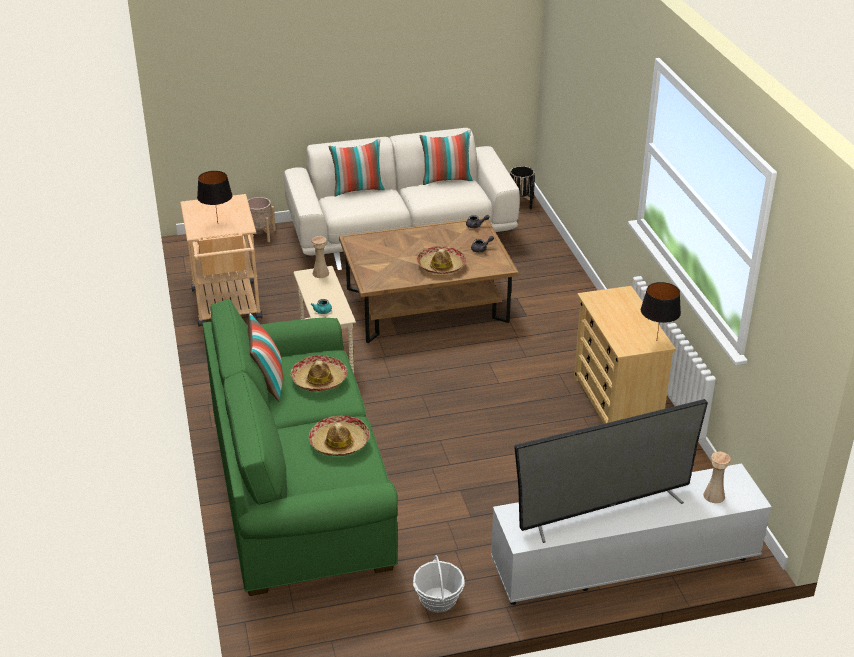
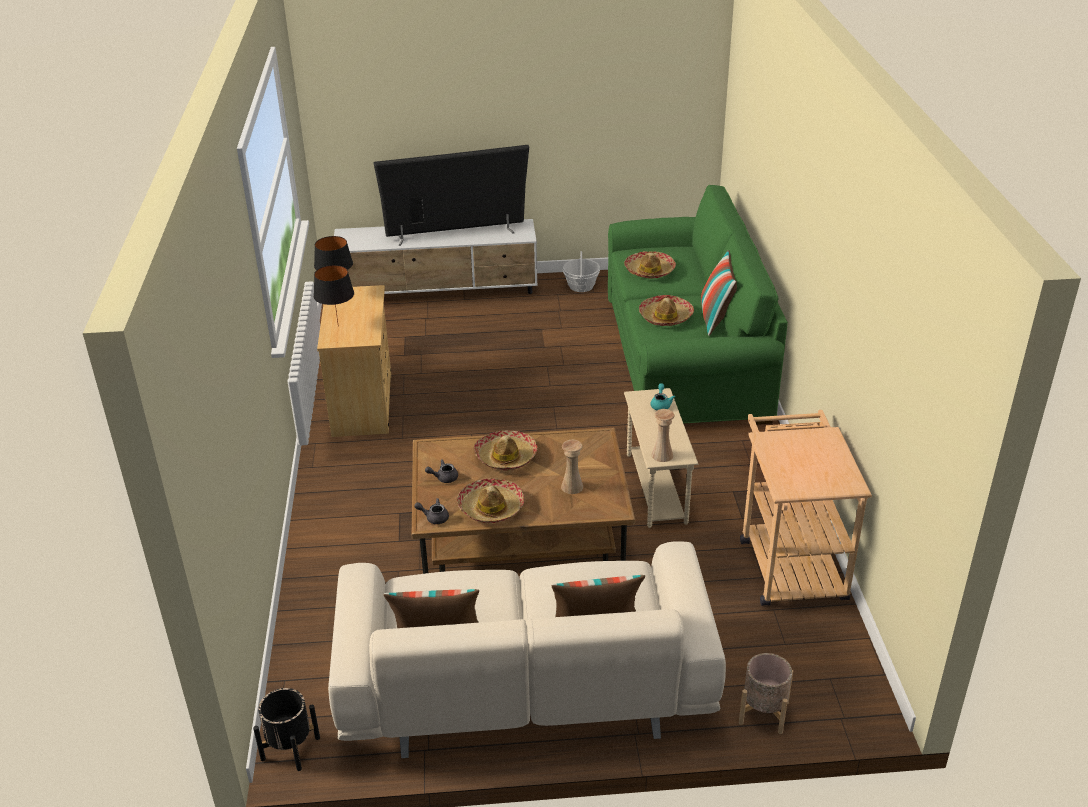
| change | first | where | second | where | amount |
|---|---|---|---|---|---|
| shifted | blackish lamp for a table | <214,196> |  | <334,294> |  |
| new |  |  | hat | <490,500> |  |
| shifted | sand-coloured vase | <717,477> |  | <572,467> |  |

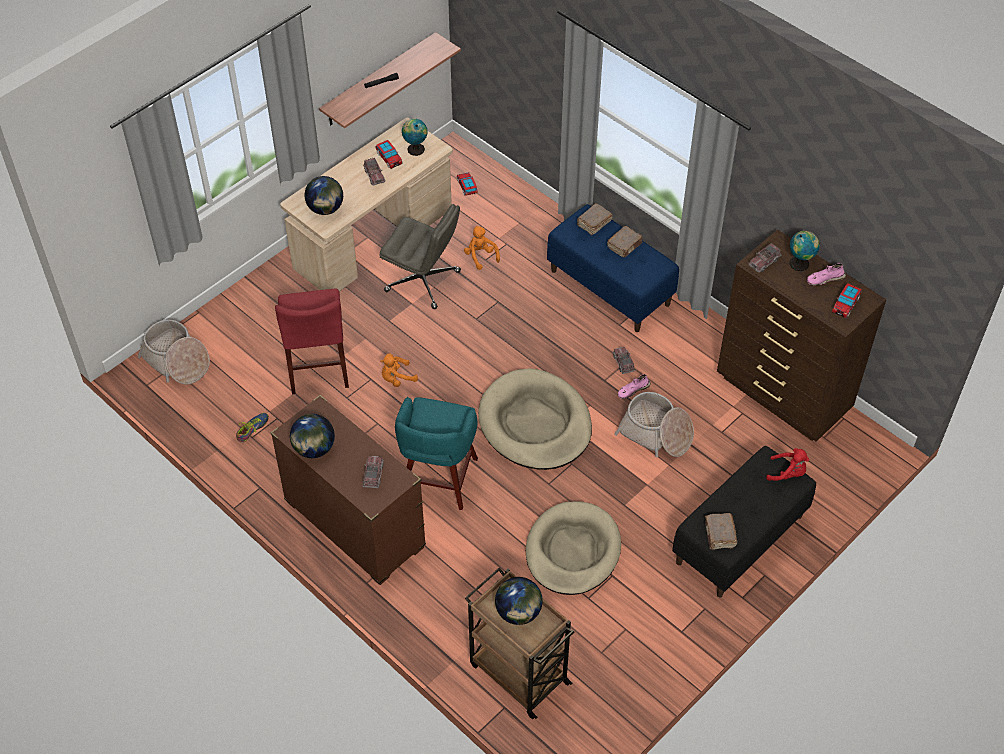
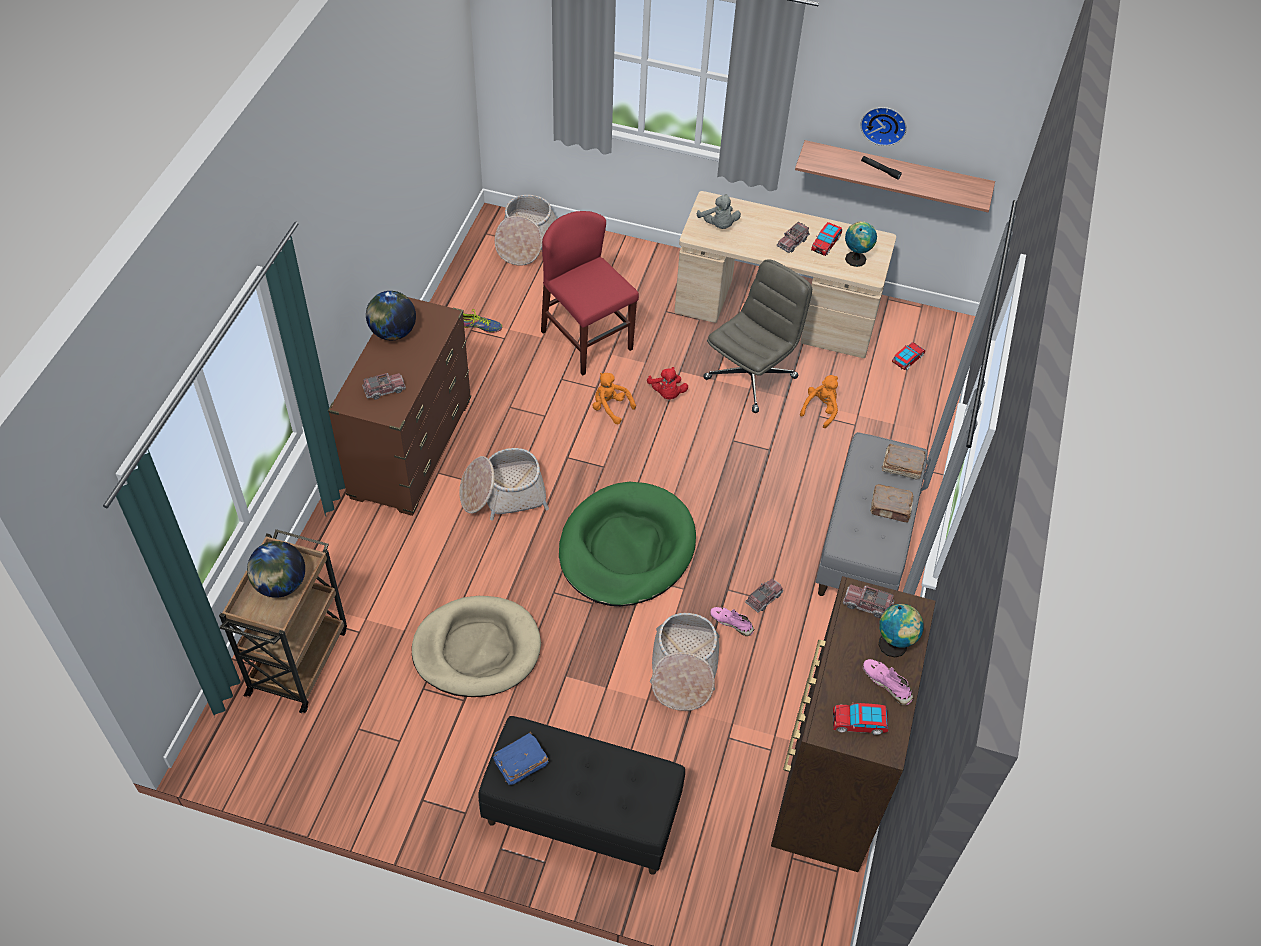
| change | first | where | second | where | amount |
|---|---|---|---|---|---|
| swapped | turquoise-coloured stool | <436,453> | storage basket | <504,484> |  |
| repainted | brownish bound book | <721,531> | blue bound book | <520,758> |  |
| rotated | reddish plain chair | <312,341> |  | <590,293> | 90 degrees clockwise |
| repainted | sand-coloured pet bed | <535,419> | greenish pet bed | <627,544> |  |
| shifted | reddish cuddly toy | <787,464> |  | <667,383> |  |
| swapped | desk globe | <323,195> | greyish cuddly toy | <719,211> |  |
| rotated | greyish office chair | <420,256> |  | <757,336> | 135 degrees counterclockwise |
| repainted | blue indoor bench | <613,268> | greyish indoor bench | <872,514> |  |
| new |  |  | wall clock | <884,126> |  |

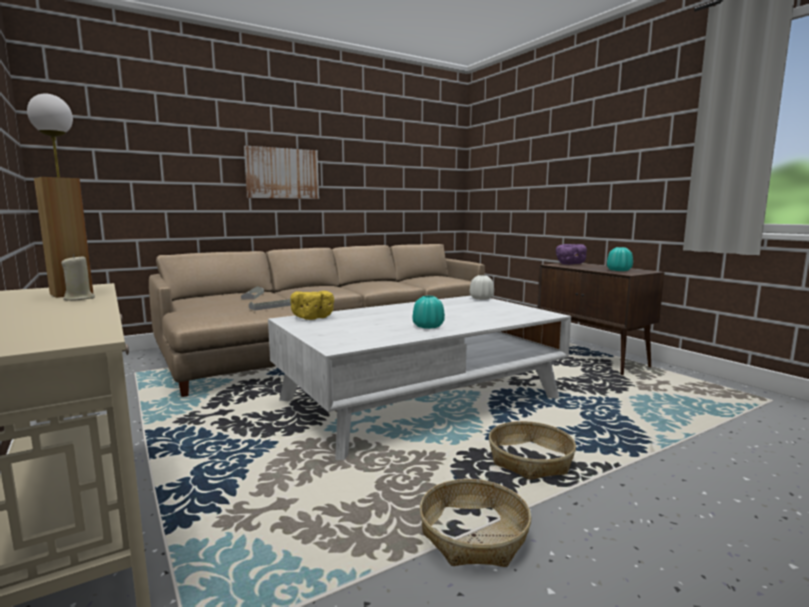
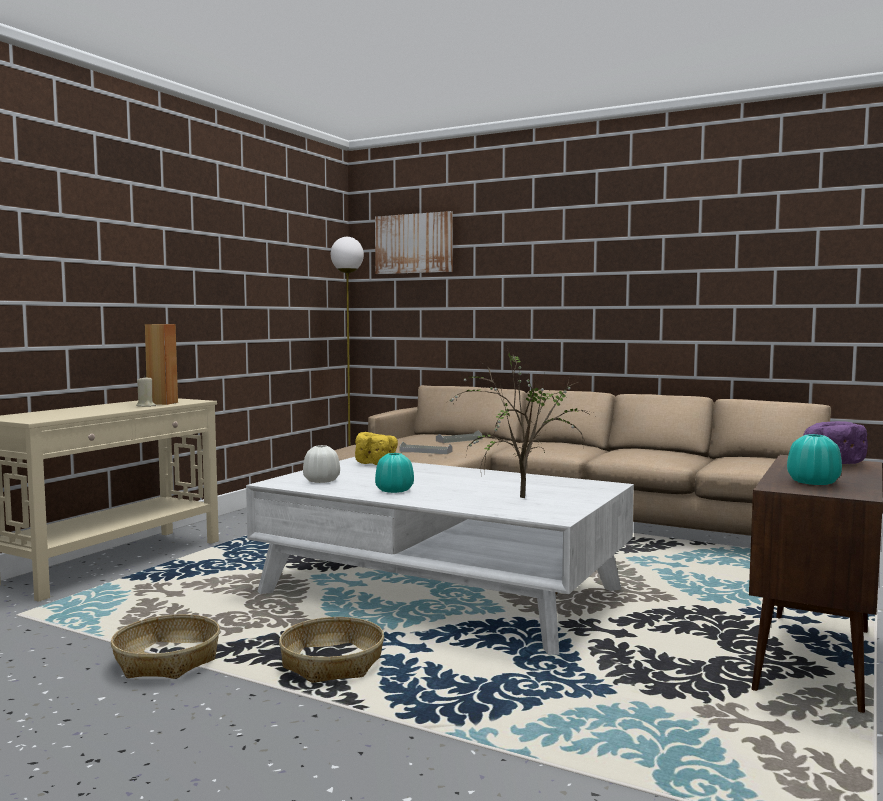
| change | first | where | second | where | amount |
|---|---|---|---|---|---|
| shifted | white-coloured vase | <482,287> |  | <321,464> |  |
| shifted | wall art | <281,172> |  | <414,242> |  |
| new |  |  | potted plant | <521,423> |  |

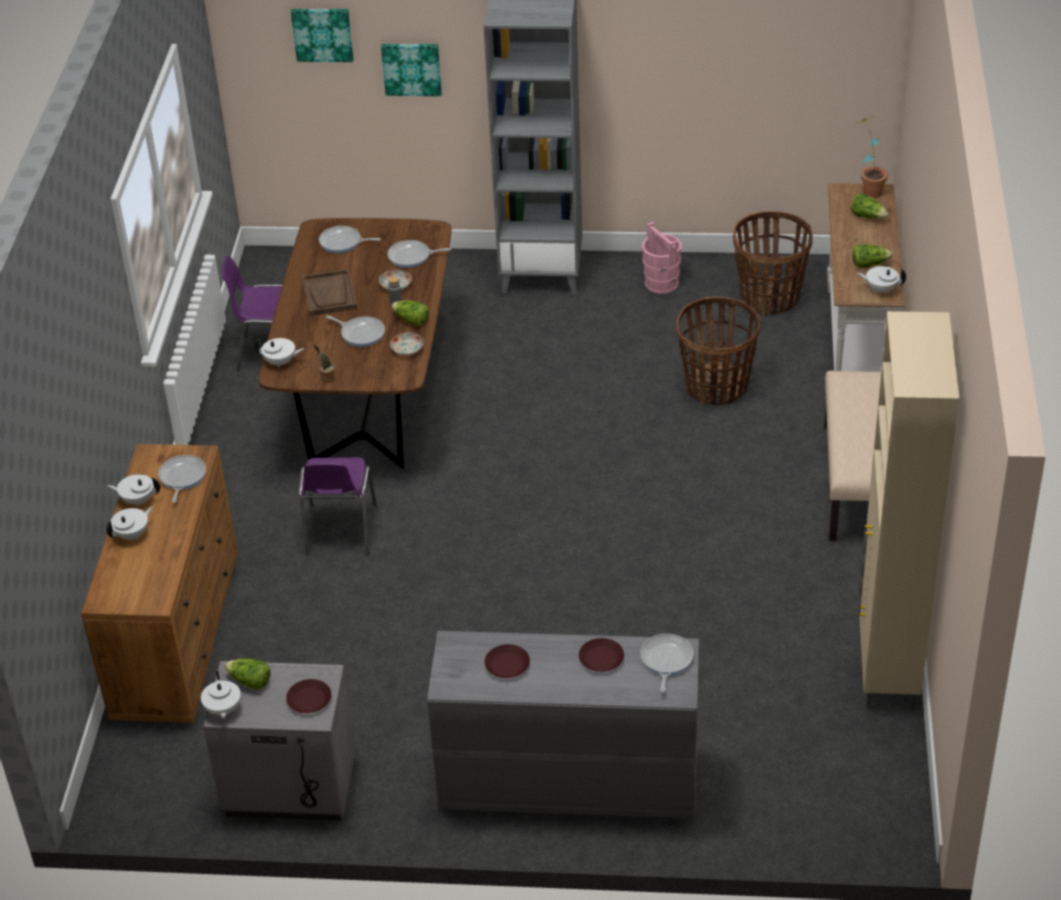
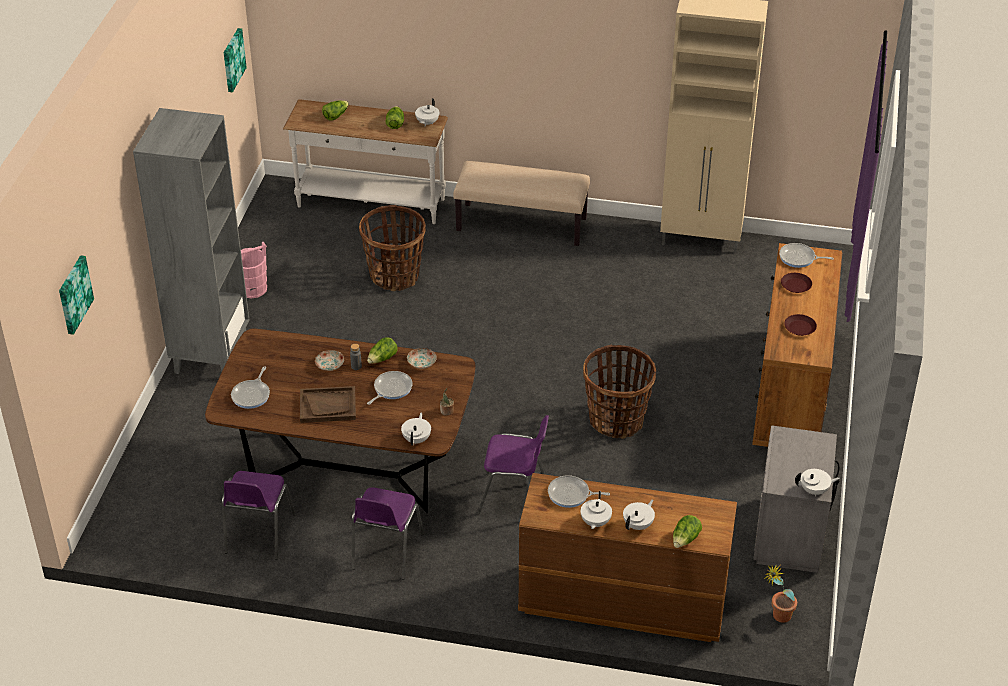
| change | first | where | second | where | amount |
|---|---|---|---|---|---|
| shifted | wall art | <411,70> |  | <235,60> |  |
| new |  |  | purplish plain chair | <388,533> |  |
| shifted | storage basket | <773,263> |  | <619,392> |  |
| rotated | white-coloured tea pot | <129,523> |  | <639,515> | 75 degrees clockwise |
| shifted | lettuce | <247,674> |  | <687,531> |  |
| repainted | greyish chest of drawers | <563,724> | brownish chest of drawers | <797,345> |  |
| shifted | potted plant | <873,157> |  | <780,593> |  |
| gone | brownish plate | <308,696> |  |  |  |
| gone | skillet | <419,254> |  |  |  |

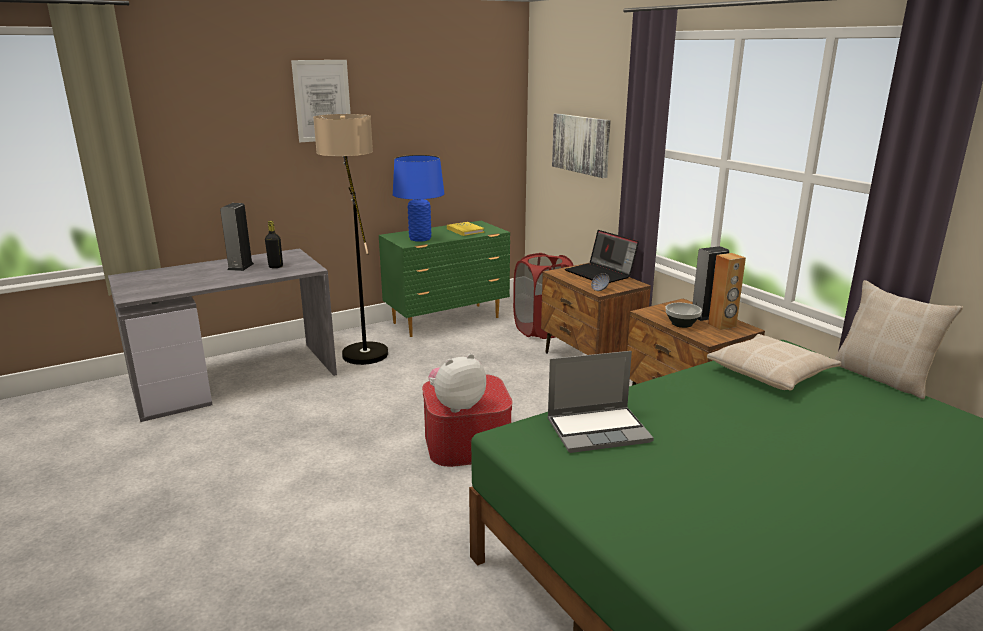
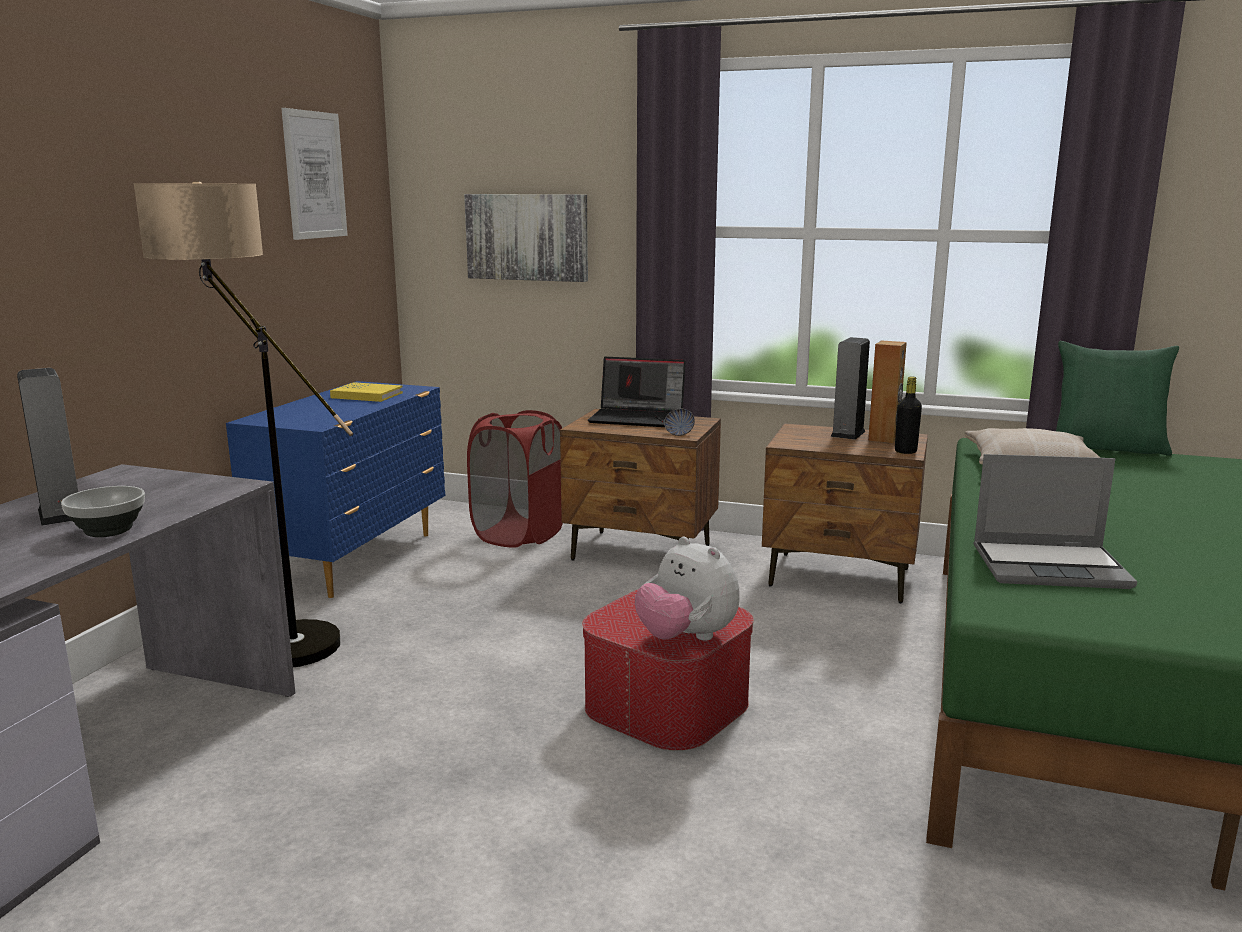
| change | first | where | second | where | amount |
|---|---|---|---|---|---|
| shifted | serving bowl | <684,315> |  | <103,511> |  |
| repainted | greenish chest of drawers | <444,279> | blue chest of drawers | <335,489> |  |
| shifted | wall art | <321,101> |  | <314,174> |  |
| rotated | cuddly toy | <457,383> |  | <687,589> | 60 degrees counterclockwise |
| shifted | blackish beverage bottle | <274,244> |  | <908,415> |  |
| rotated | laptop | <600,402> |  | <1055,521> | 60 degrees clockwise |
| repainted | sand-coloured throw pillow | <898,339> | greenish throw pillow | <1117,398> |  |
| gone | blue lamp for a table | <419,198> |  |  |  |

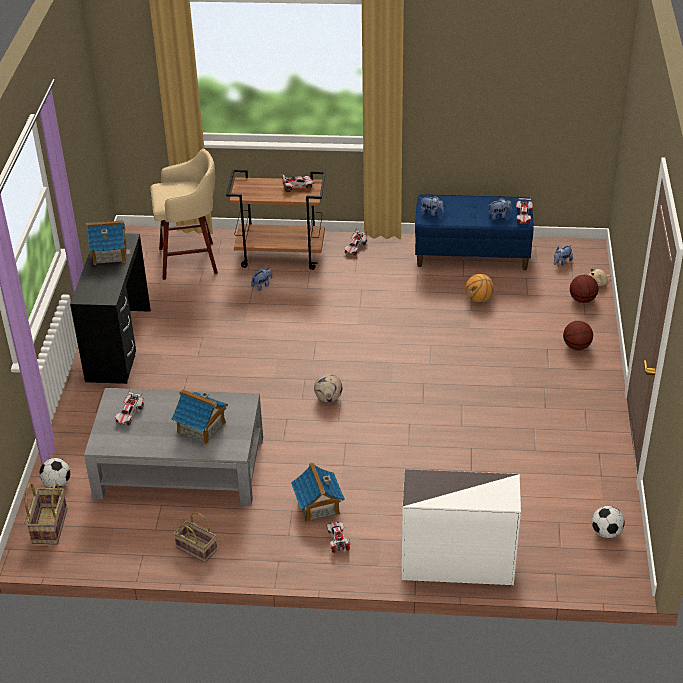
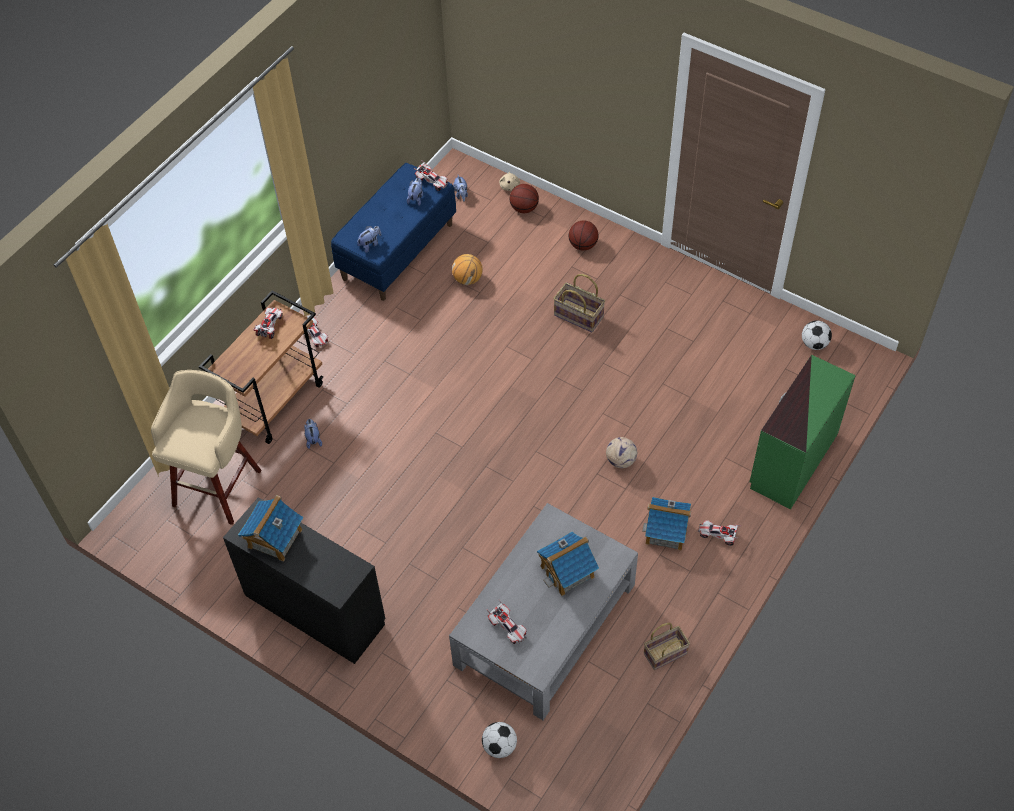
| change | first | where | second | where | amount |
|---|---|---|---|---|---|
| shifted | storage basket | <46,514> |  | <579,303> |  |
| shifted | football ball | <328,388> |  | <621,452> |  |
| repainted | white-coloured chest of drawers | <461,527> | greenish chest of drawers | <803,432> |  |

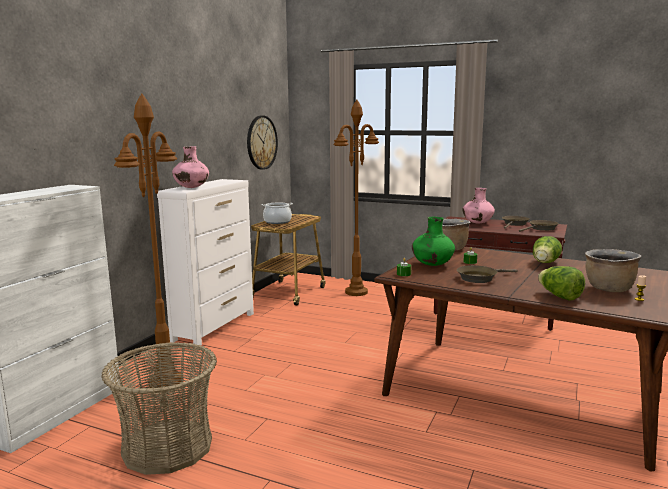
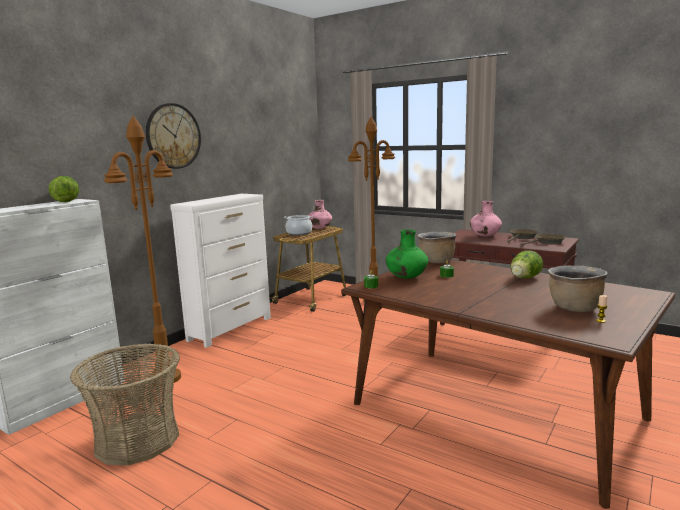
| change | first | where | second | where | amount |
|---|---|---|---|---|---|
| shifted | lettuce | <561,283> |  | <64,189> |  |
| shifted | wall clock | <262,143> |  | <173,136> |  |
| shifted | pinkish vase | <190,167> |  | <320,214> |  |
| gone | brownish skillet | <487,274> |  |  |  |

